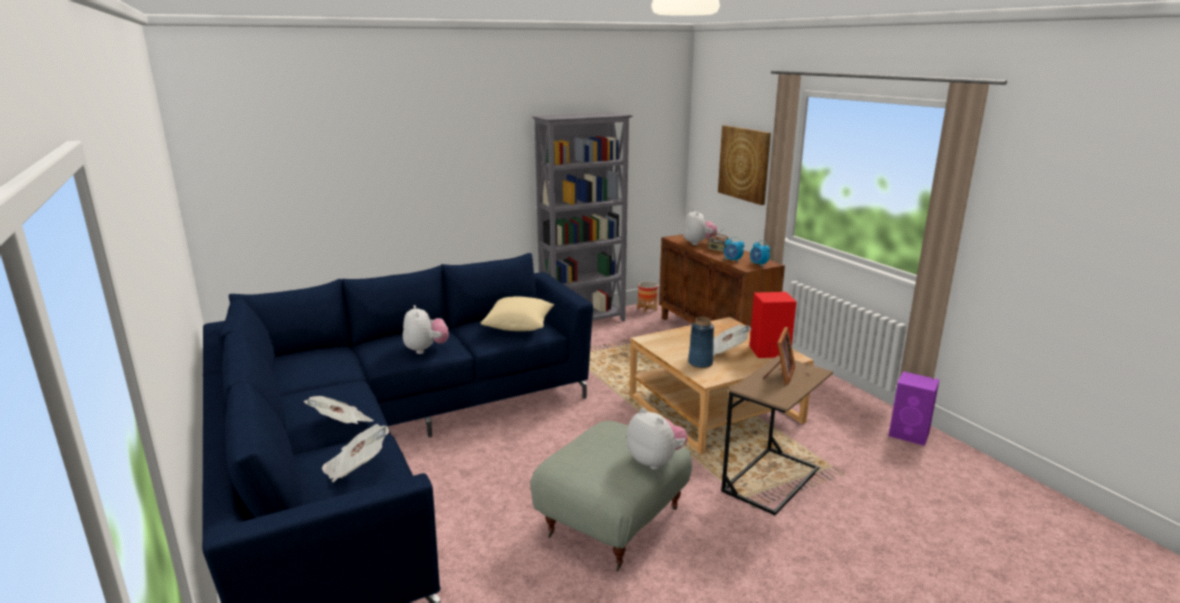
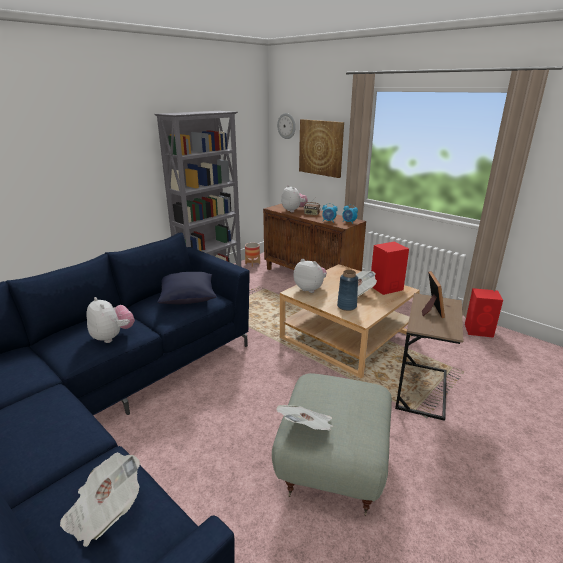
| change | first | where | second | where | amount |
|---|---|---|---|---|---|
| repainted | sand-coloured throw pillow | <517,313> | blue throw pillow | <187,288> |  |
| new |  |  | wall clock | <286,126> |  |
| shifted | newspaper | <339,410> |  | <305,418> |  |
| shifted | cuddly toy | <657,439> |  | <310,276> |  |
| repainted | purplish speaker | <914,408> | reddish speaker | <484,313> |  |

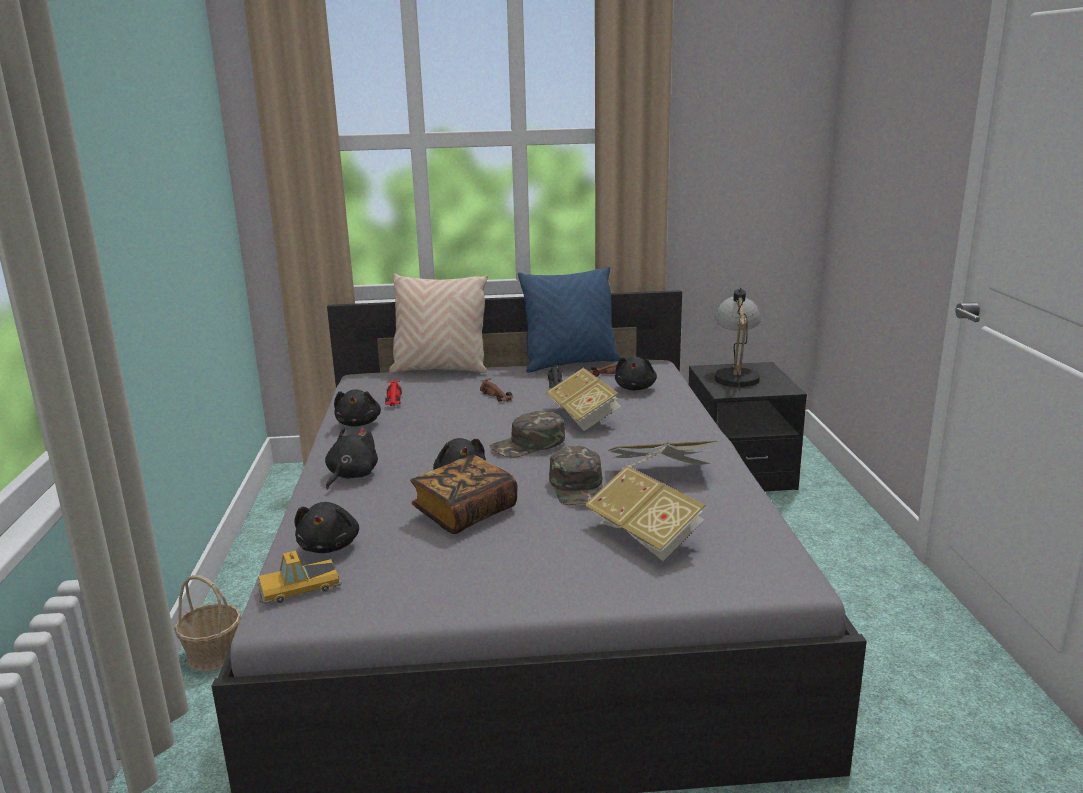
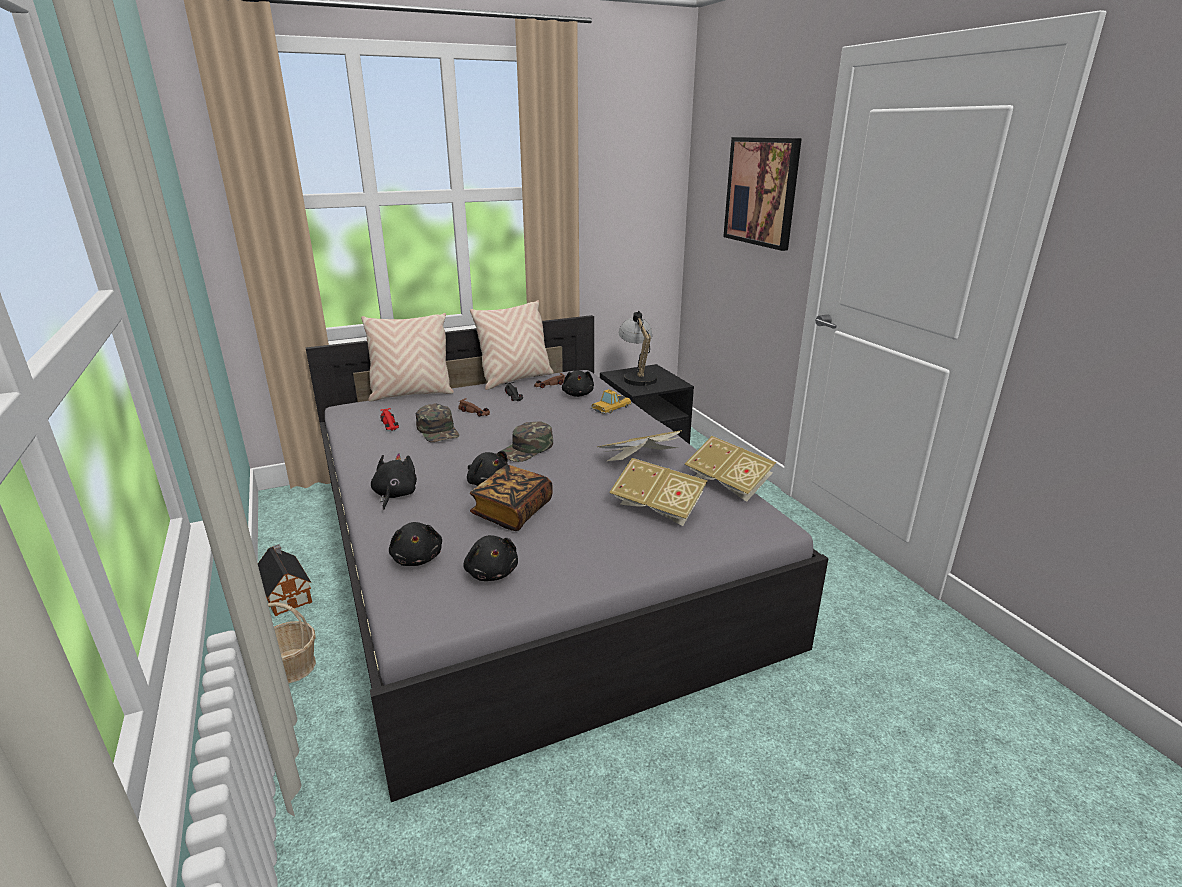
| change | first | where | second | where | amount |
|---|---|---|---|---|---|
| new |  |  | miniature house | <285,580> |  |
| shifted | greenish cap | <576,475> |  | <437,423> |  |
| shifted | blackish cuddly toy | <357,408> |  | <491,558> |  |
| repainted | blue throw pillow | <569,320> | sand-coloured throw pillow | <512,345> |  |
| shifted | model car | <299,577> |  | <611,401> |  |
| shifted | bound book | <583,399> |  | <730,469> |  |
| new |  |  | wall art | <762,194> |  |

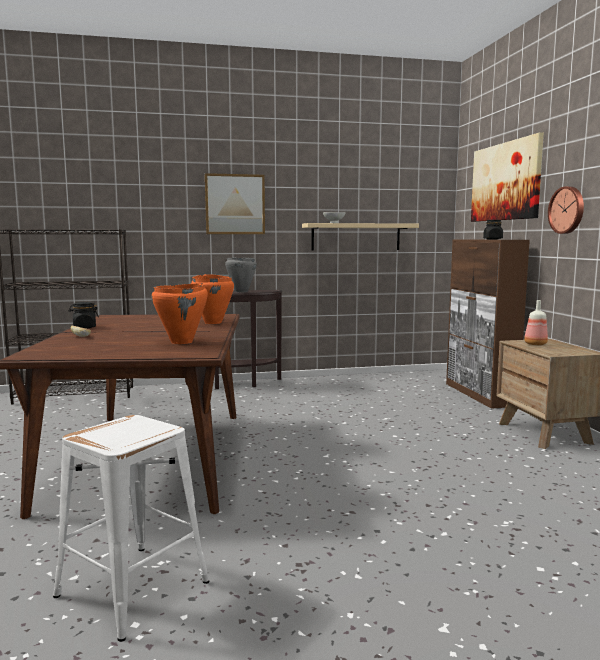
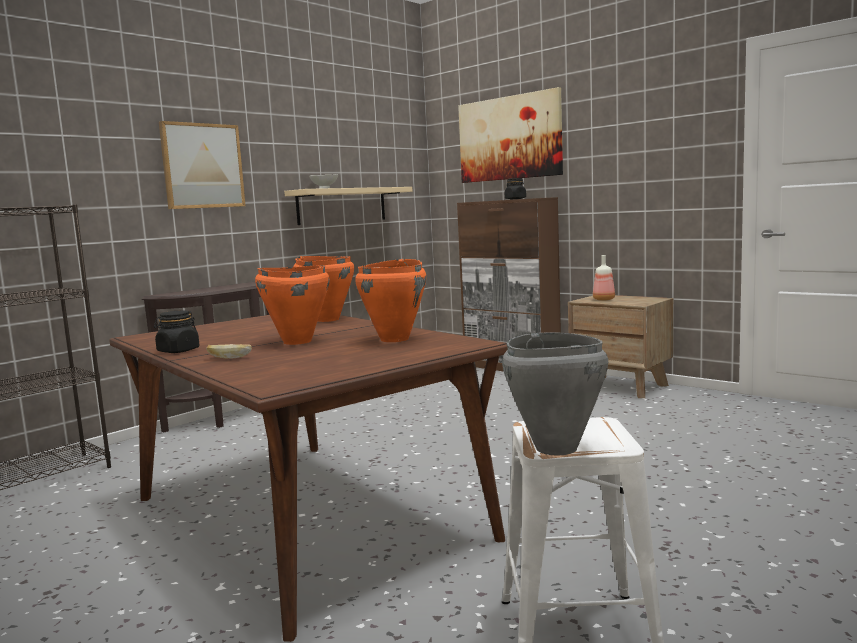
| change | first | where | second | where | amount |
|---|---|---|---|---|---|
| new |  |  | orange-coloured saucepot | <292,305> |  |
| shifted | greyish saucepot | <241,275> |  | <555,394> |  |
| gone | wall clock | <566,210> |  |  |  |

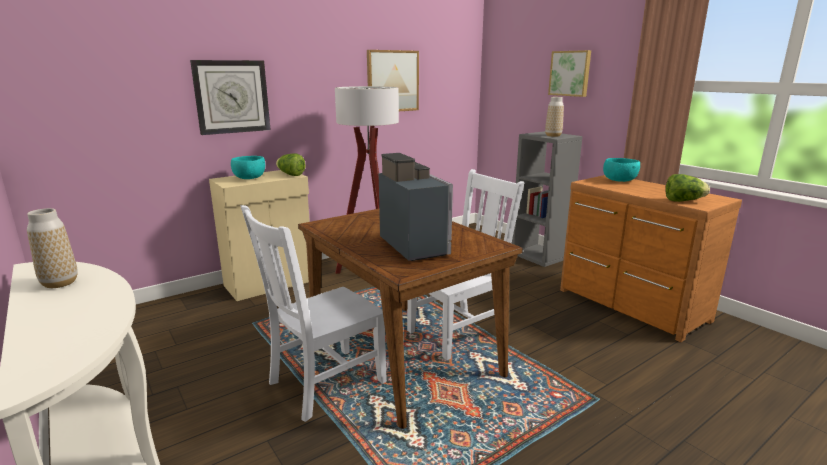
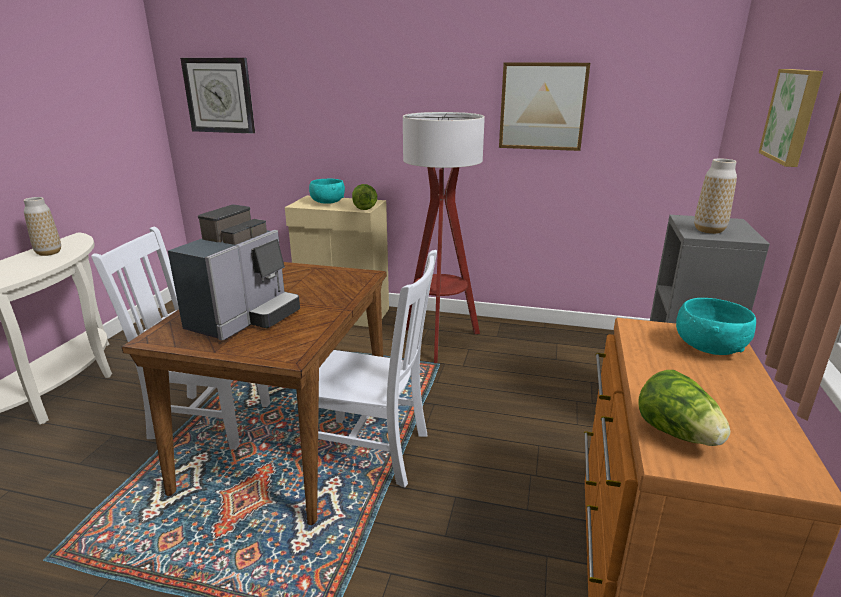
| change | first | where | second | where | amount |
|---|---|---|---|---|---|
| shifted | wall clock | <230,97> |  | <217,96> |  |

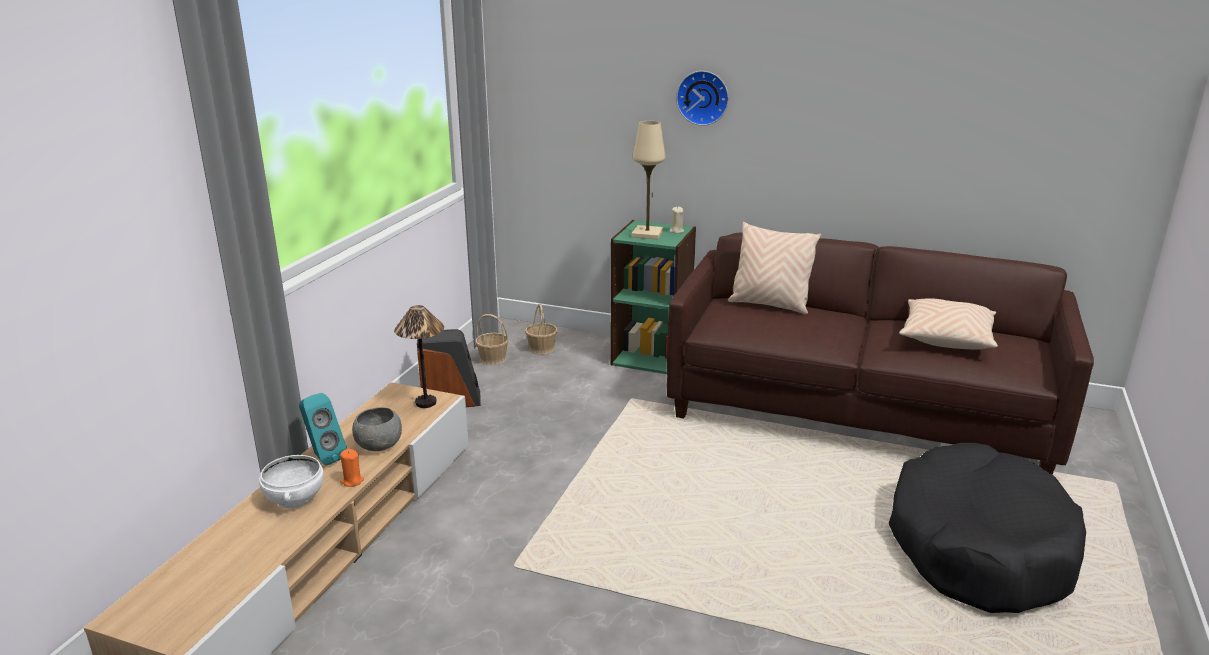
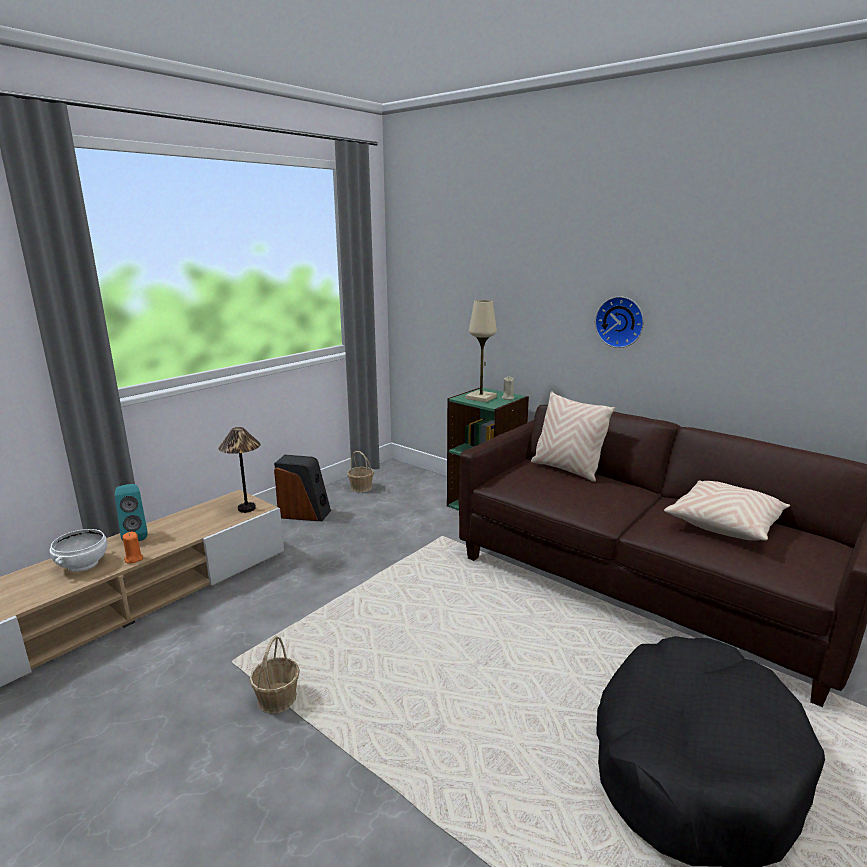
| change | first | where | second | where | amount |
|---|---|---|---|---|---|
| shifted | storage basket | <541,329> |  | <274,674> |  |
| shifted | wall clock | <702,98> |  | <619,322> |  |
| gone | greyish serving bowl | <377,429> |  |  |  |

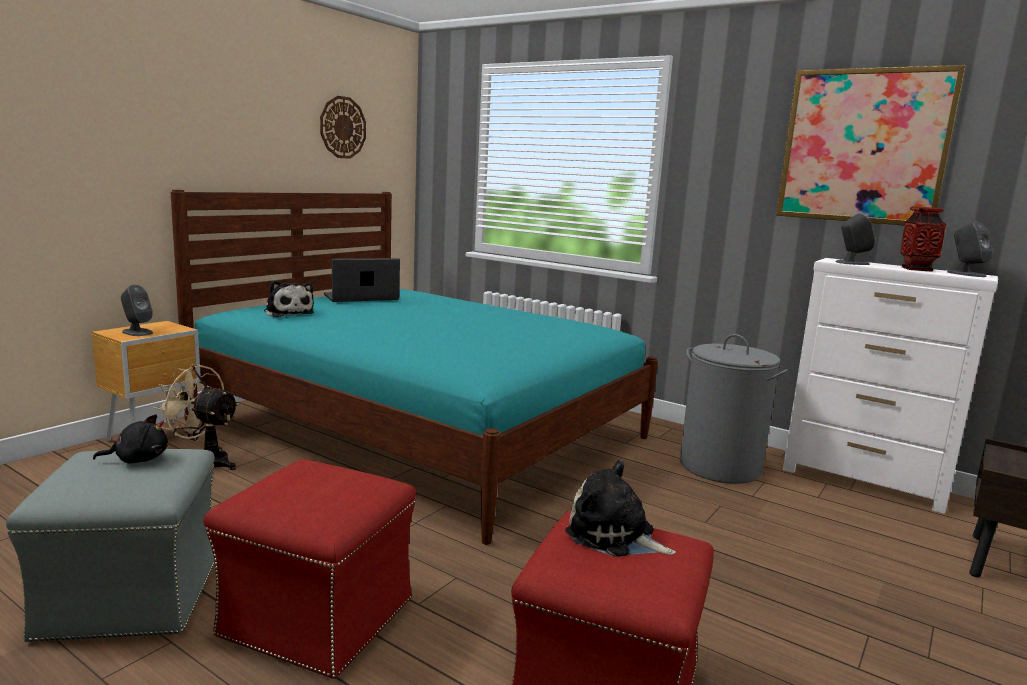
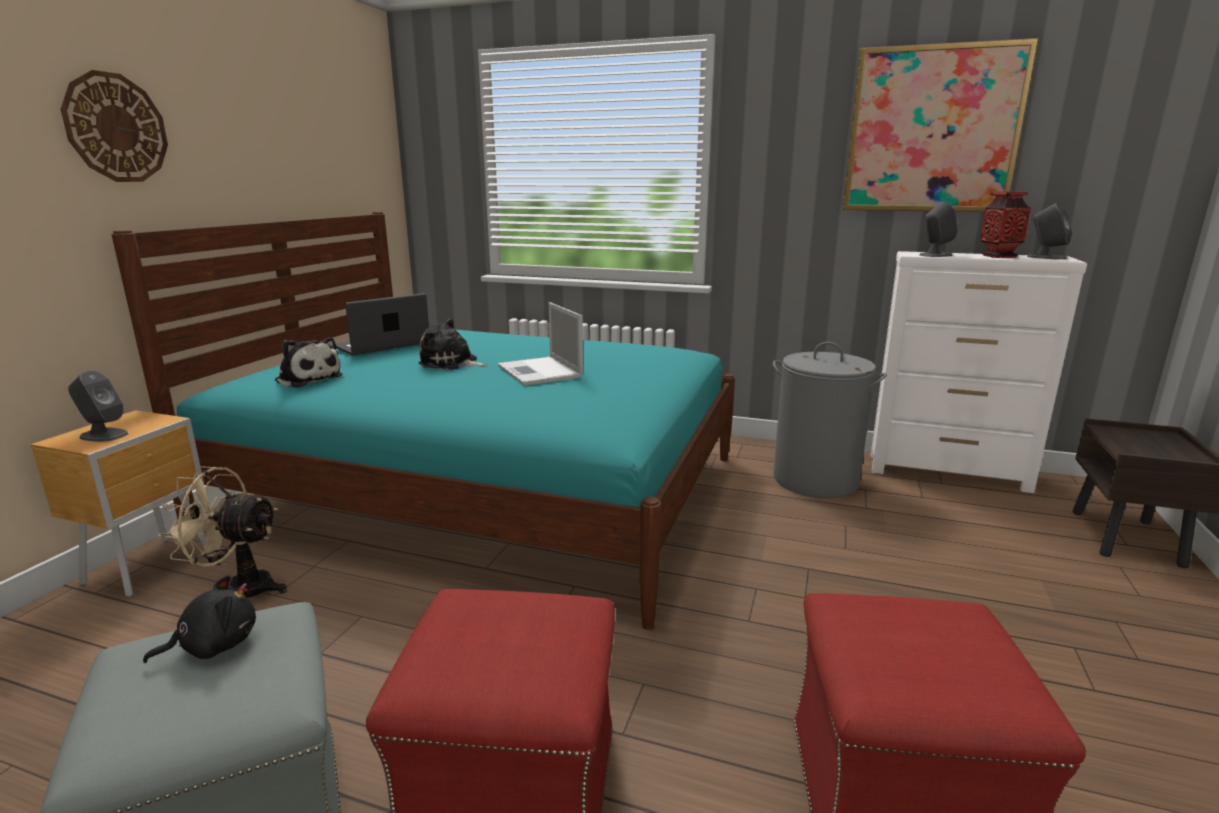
| change | first | where | second | where | amount |
|---|---|---|---|---|---|
| shifted | wall clock | <343,127> |  | <114,126> |  |
| shifted | cuddly toy | <620,508> |  | <453,343> |  |
| new |  |  | laptop | <540,344> |  |

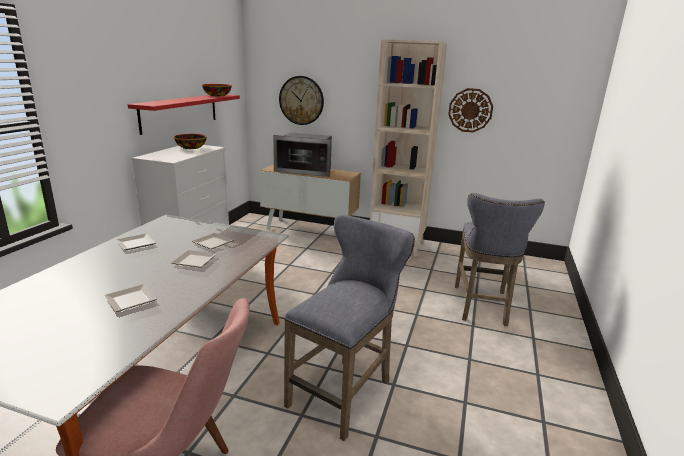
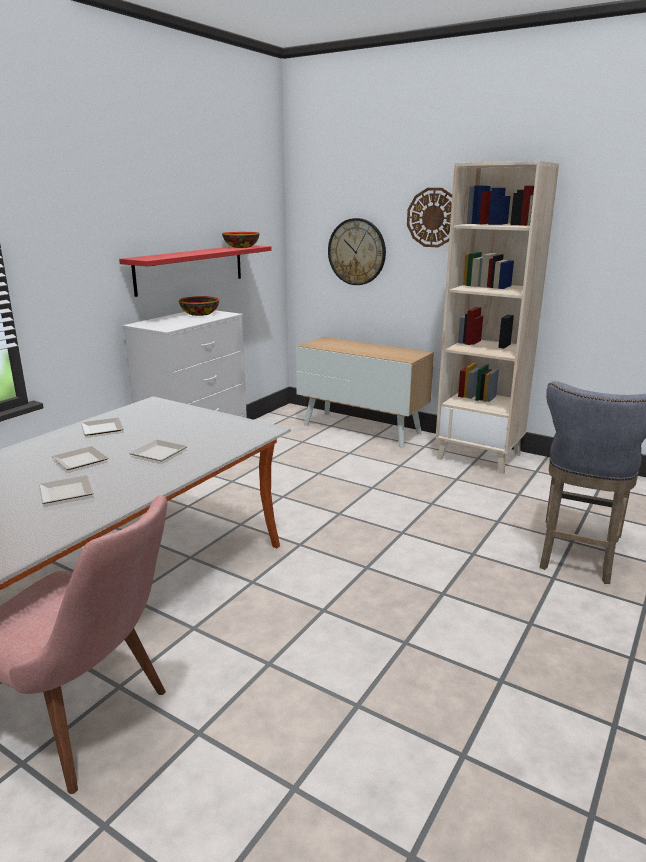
| change | first | where | second | where | amount |
|---|---|---|---|---|---|
| shifted | plate | <213,241> |  | <80,458> |  |
| shifted | wall clock | <470,110> |  | <429,217> |  |
| gone | microwave | <302,155> |  |  |  |
| gone | greyish stool | <349,328> |  |  |  |

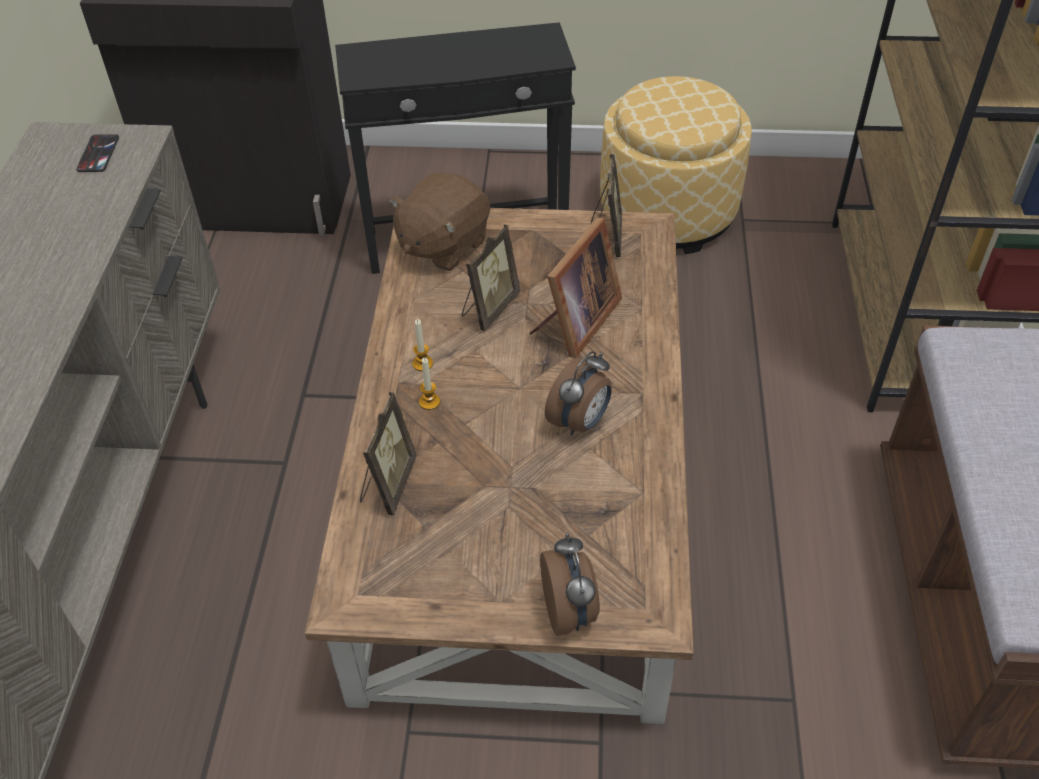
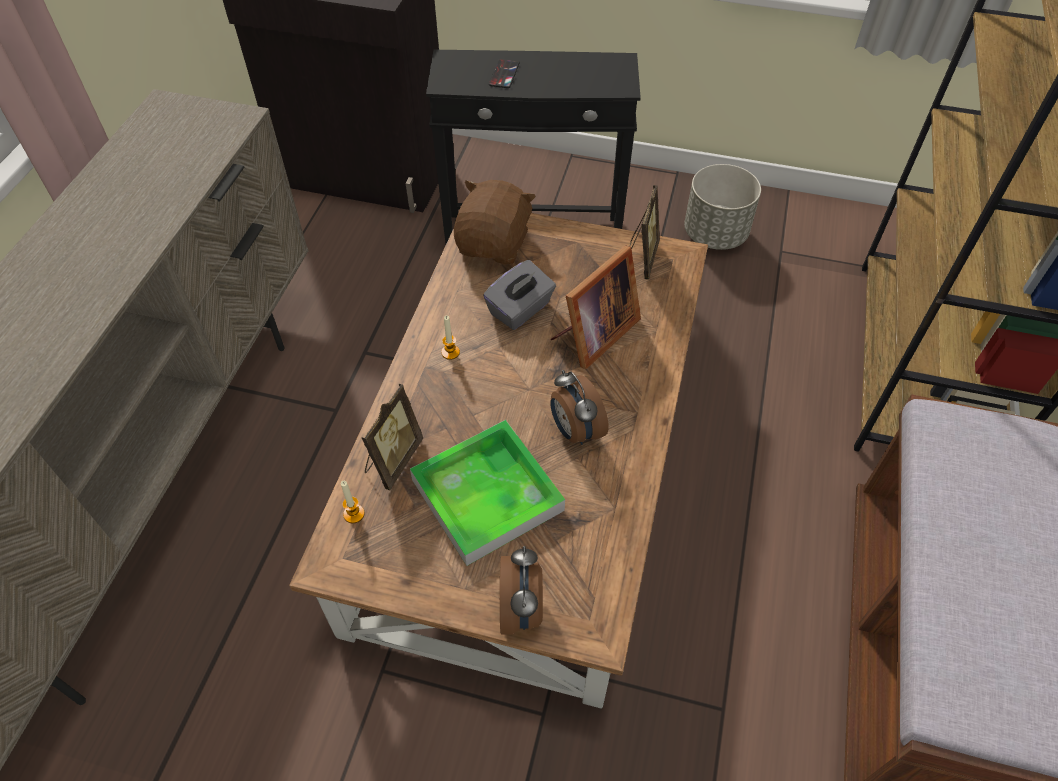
| change | first | where | second | where | amount |
|---|---|---|---|---|---|
| shifted | wax candle | <429,384> |  | <353,502> |  |
| new |  |  | carrying tray | <487,493> |  |
| rotated | brownish cuddly toy | <439,222> |  | <495,222> | 150 degrees clockwise |
| swapped | standing frame | <490,277> | greyish tissue holder | <519,295> |  |
| shifted | telephone | <97,153> |  | <504,73> |  |
| rotated | alarm clock | <578,393> |  | <579,407> | 105 degrees clockwise |
| swapped | footrest | <676,165> | greyish planter | <722,207> |  |

